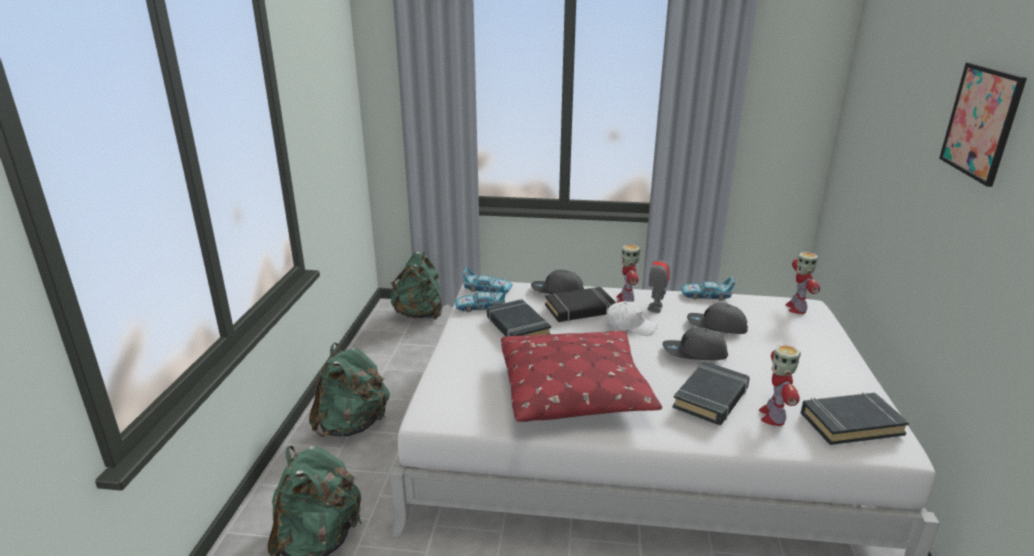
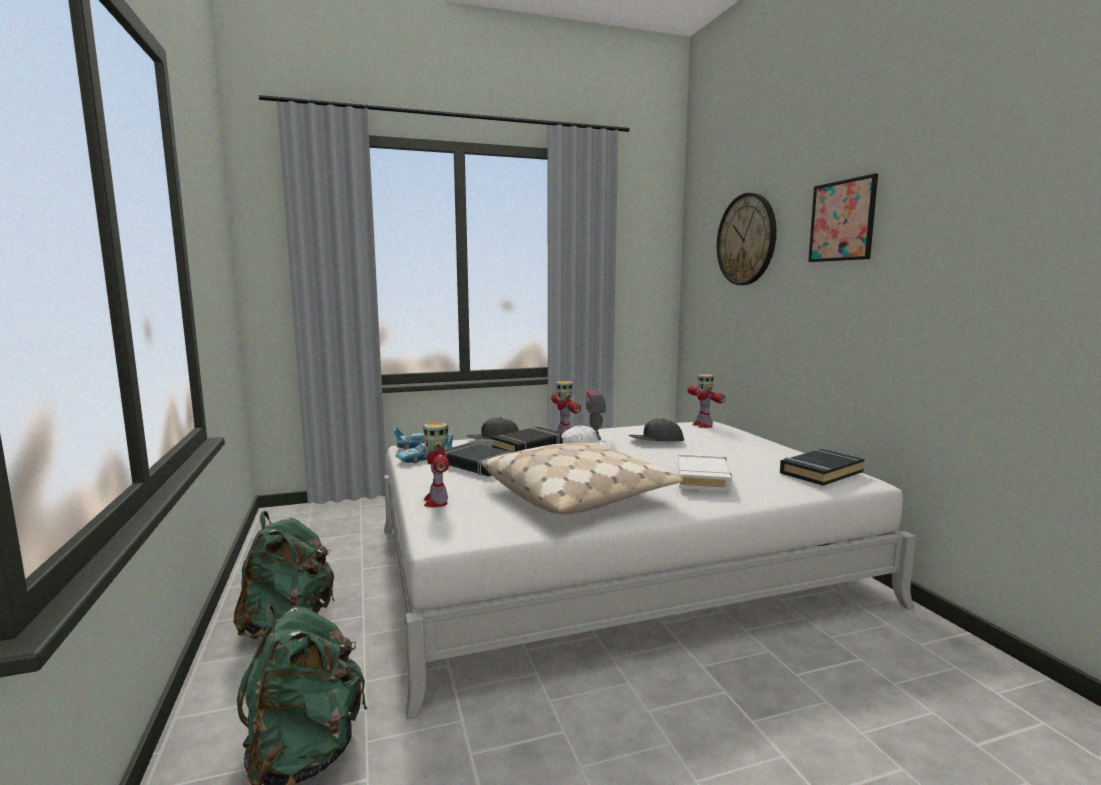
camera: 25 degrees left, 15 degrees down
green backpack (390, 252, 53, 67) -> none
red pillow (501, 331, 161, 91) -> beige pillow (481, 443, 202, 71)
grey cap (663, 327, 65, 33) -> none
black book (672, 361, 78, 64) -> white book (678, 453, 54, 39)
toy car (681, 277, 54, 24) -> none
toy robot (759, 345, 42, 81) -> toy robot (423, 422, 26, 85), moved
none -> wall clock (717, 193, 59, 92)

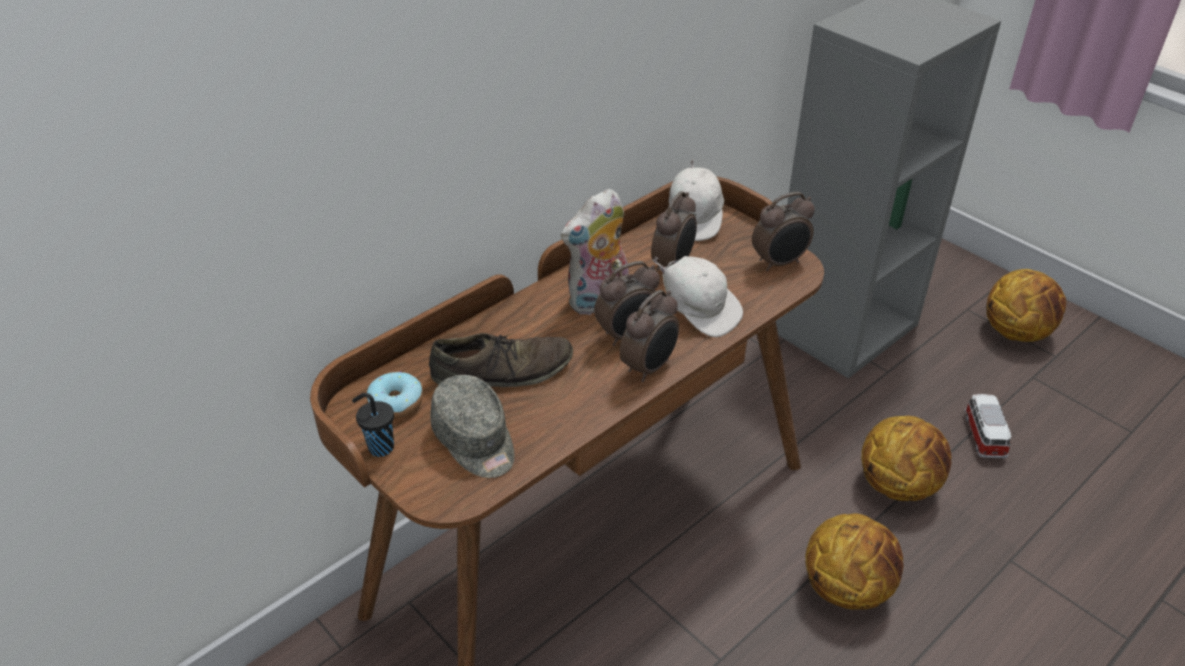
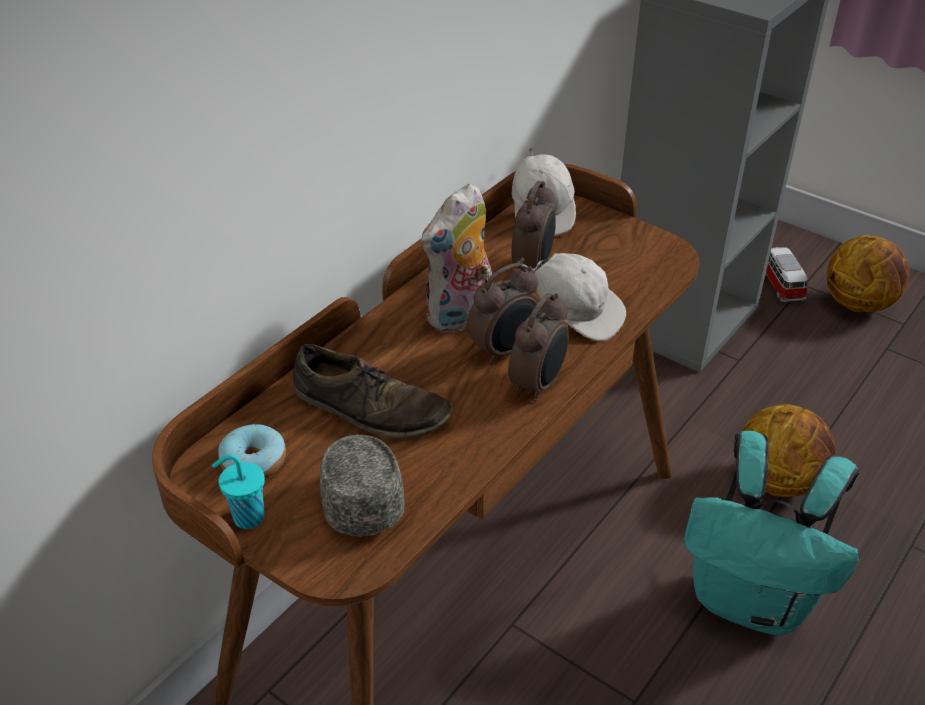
camera: 10 degrees left, 0 degrees up
black cup (352, 393, 42, 64) -> turquoise cup (212, 454, 53, 75)
brown shoe (429, 333, 144, 54) -> brown shoe (293, 344, 159, 94), 45 degrees clockwise
grey cap (430, 375, 85, 103) -> grey cap (320, 435, 85, 101), 150 degrees counterclockwise
alarm clock (752, 192, 63, 79) -> none
basketball (805, 513, 99, 97) -> turquoise backpack (684, 431, 176, 205)
toy car (964, 394, 47, 65) -> toy car (765, 247, 43, 56), moved

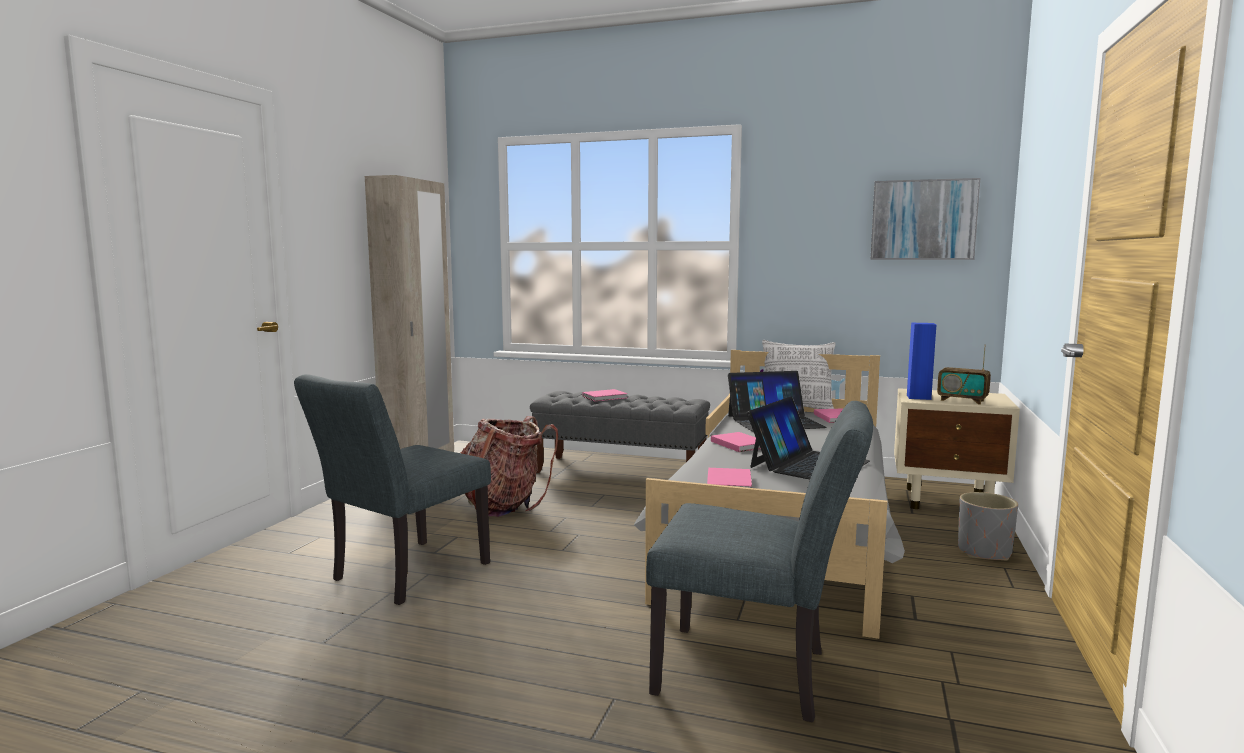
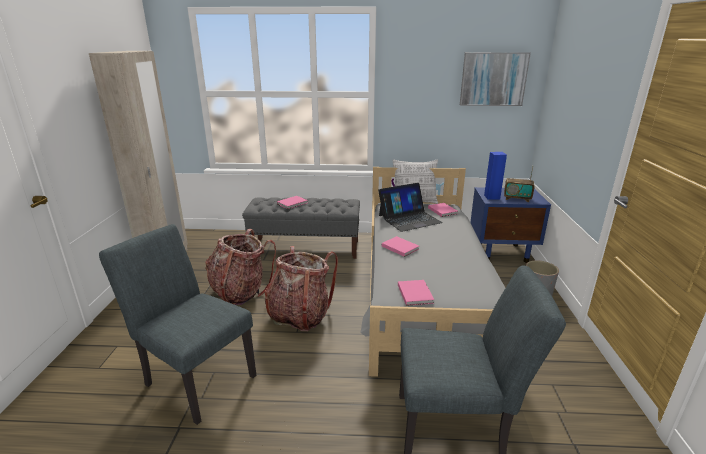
camera: 15 degrees left, 15 degrees up
grey chair (294, 374, 197, 231) -> grey chair (99, 224, 157, 201), 105 degrees clockwise
laptop (747, 397, 123, 82) -> none
beige nightstand (894, 388, 126, 121) -> blue nightstand (470, 187, 81, 76)
none -> backpack (265, 246, 73, 85)

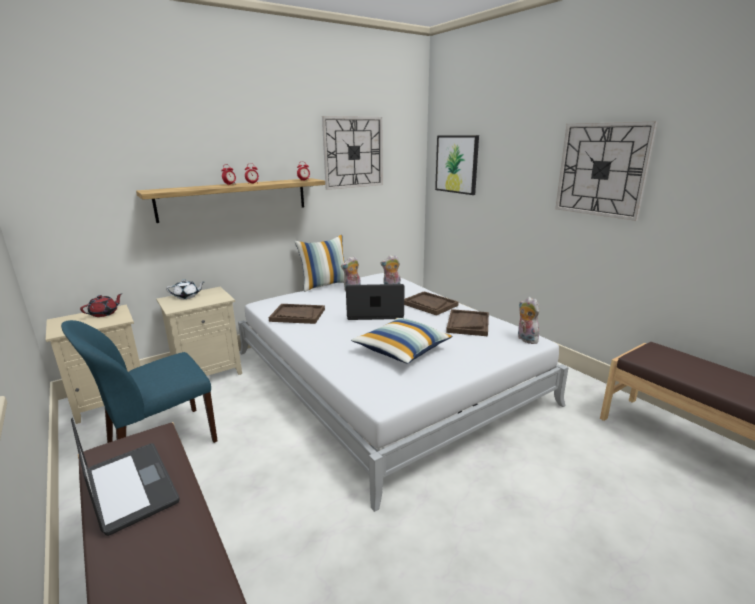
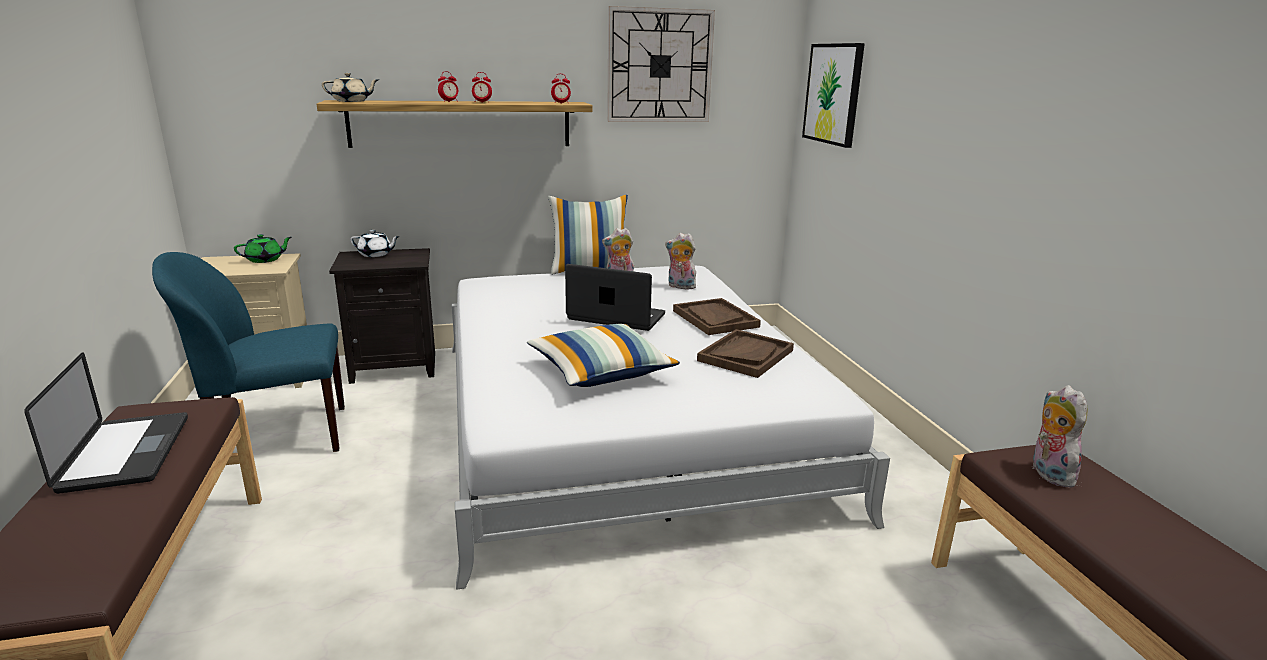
camera: 20 degrees right, 0 degrees up
red teapot (80, 293, 43, 24) -> green teapot (234, 234, 58, 29)
beige nightstand (156, 287, 86, 89) -> black nightstand (329, 248, 106, 136)
brown tray (269, 304, 56, 20) -> none
plush toy (518, 297, 21, 47) -> plush toy (1033, 385, 54, 103), moved
wall clock (555, 122, 103, 99) -> none
none -> beige teapot (322, 73, 56, 29)

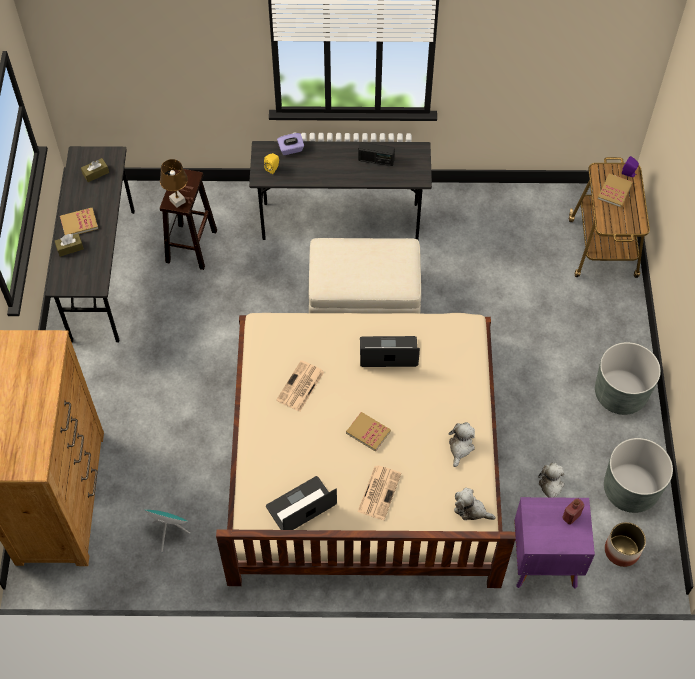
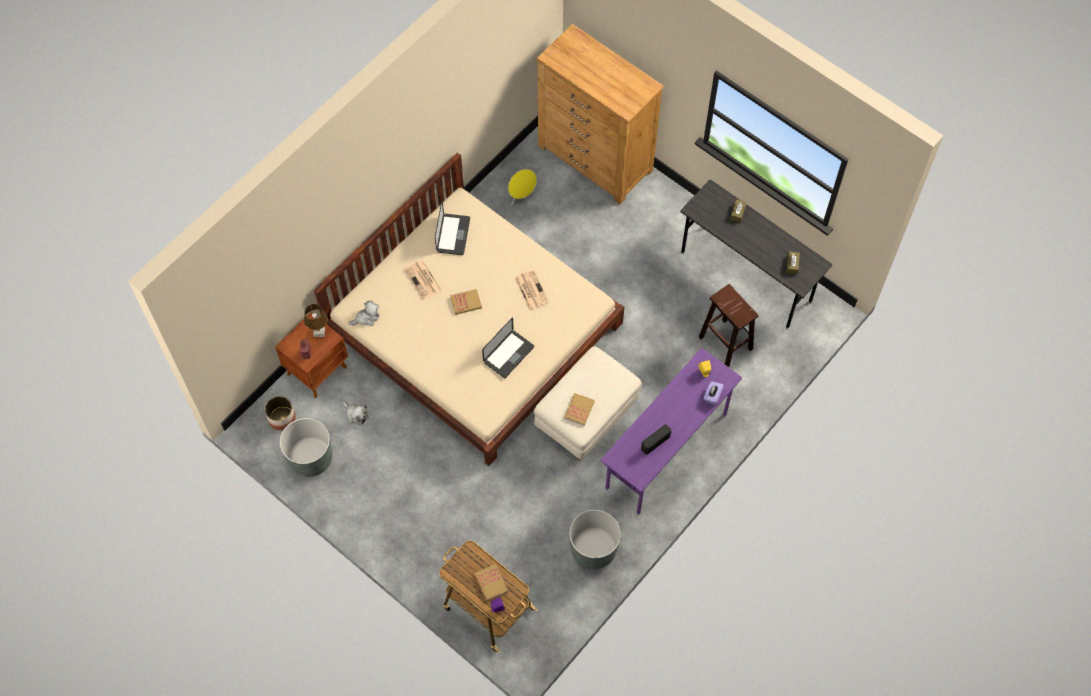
camera: 130 degrees right, 5 degrees up
book (60, 208, 38, 27) -> book (564, 393, 31, 33), moved
turquoise speaker (145, 510, 45, 42) -> yellow speaker (508, 169, 29, 37)
brown table lamp (160, 159, 28, 49) -> brown table lamp (304, 304, 24, 33), moved
grey desk (249, 141, 183, 99) -> purple desk (601, 348, 141, 166)
plush toy (448, 422, 27, 45) -> none
purple nightstand (514, 497, 81, 91) -> brown nightstand (275, 312, 73, 86)
grey planter (595, 342, 66, 73) -> grey planter (569, 509, 52, 60), moved

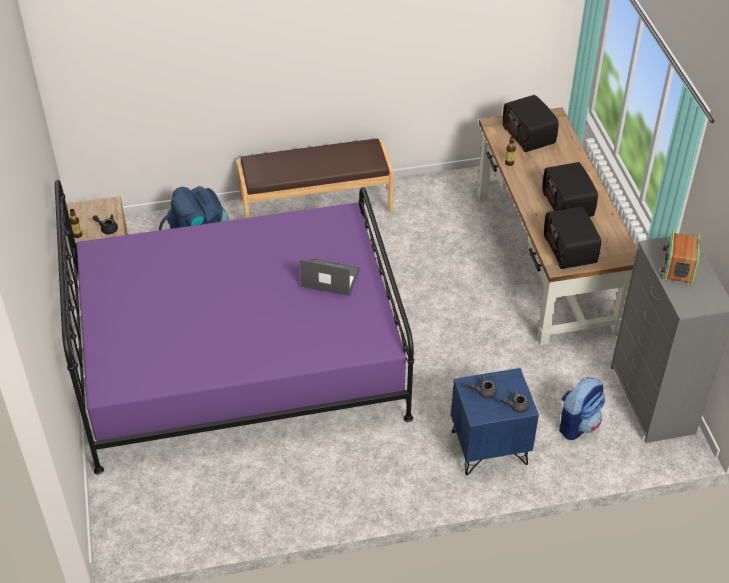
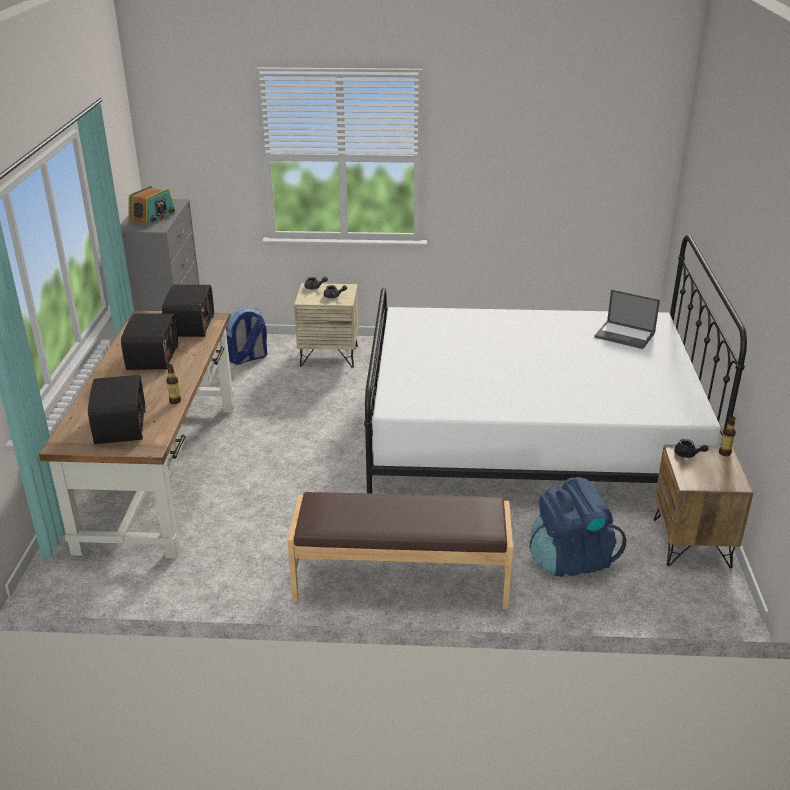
camera: 165 degrees left, 15 degrees down
purple bed (55, 180, 359, 294) -> white bed (364, 235, 383, 259)
laptop (300, 258, 60, 38) -> laptop (594, 290, 66, 59), moved
blue nightstand (451, 368, 88, 107) -> beige nightstand (294, 283, 65, 85)

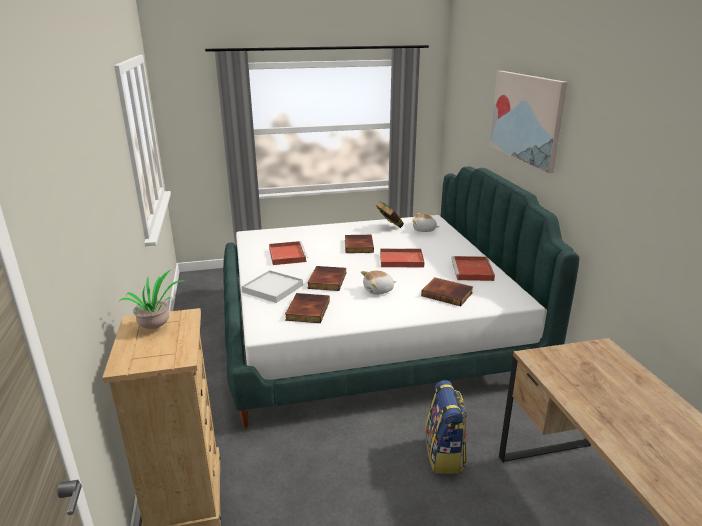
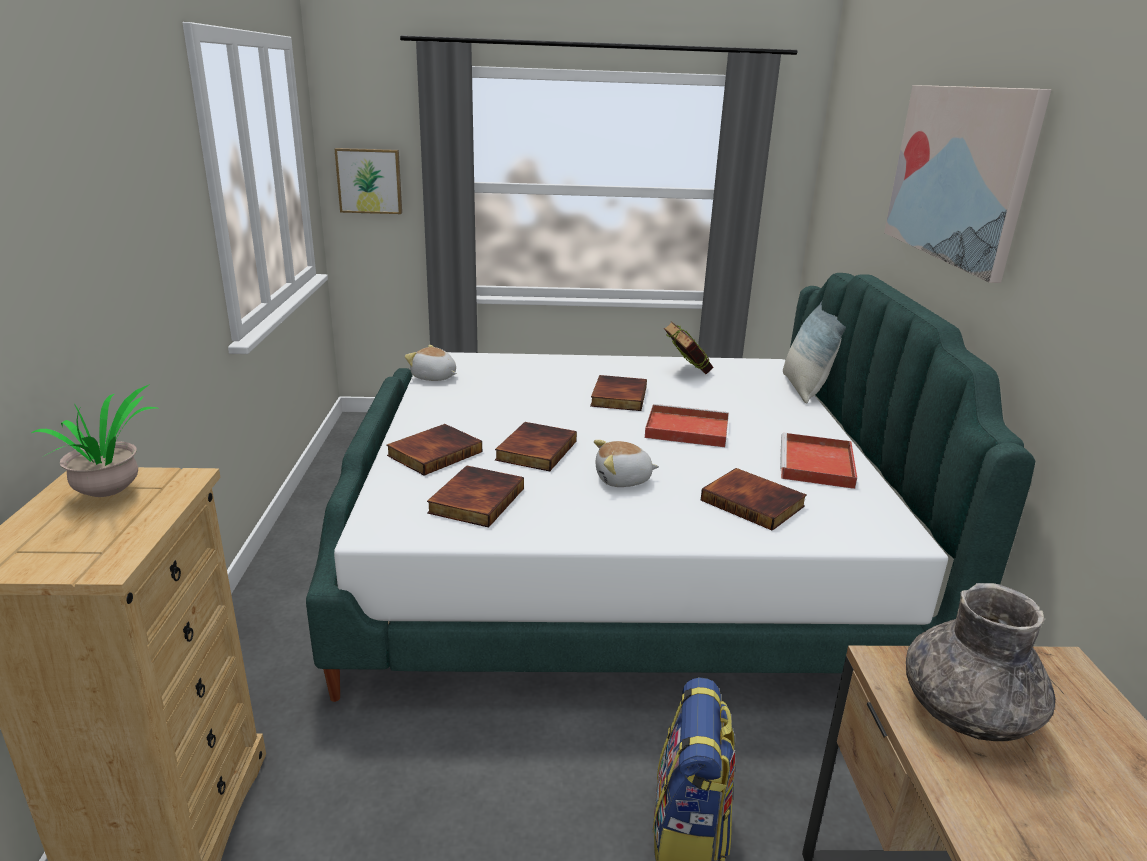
camera: 10 degrees right, 0 degrees up
white tray (241, 270, 62, 33) -> book (386, 424, 96, 51)
red tray (269, 241, 39, 24) -> none
plush toy (412, 213, 28, 19) -> plush toy (405, 345, 52, 36), moved
none -> picture (335, 148, 67, 66)
none -> pillow (783, 301, 63, 103)
none -> grey vase (906, 583, 149, 158)

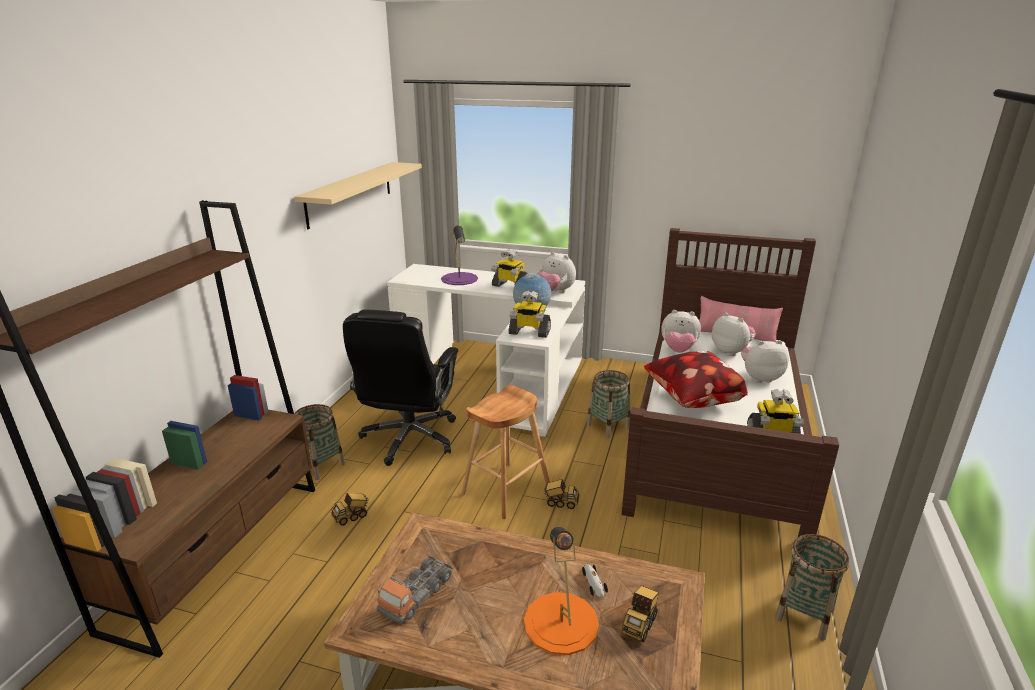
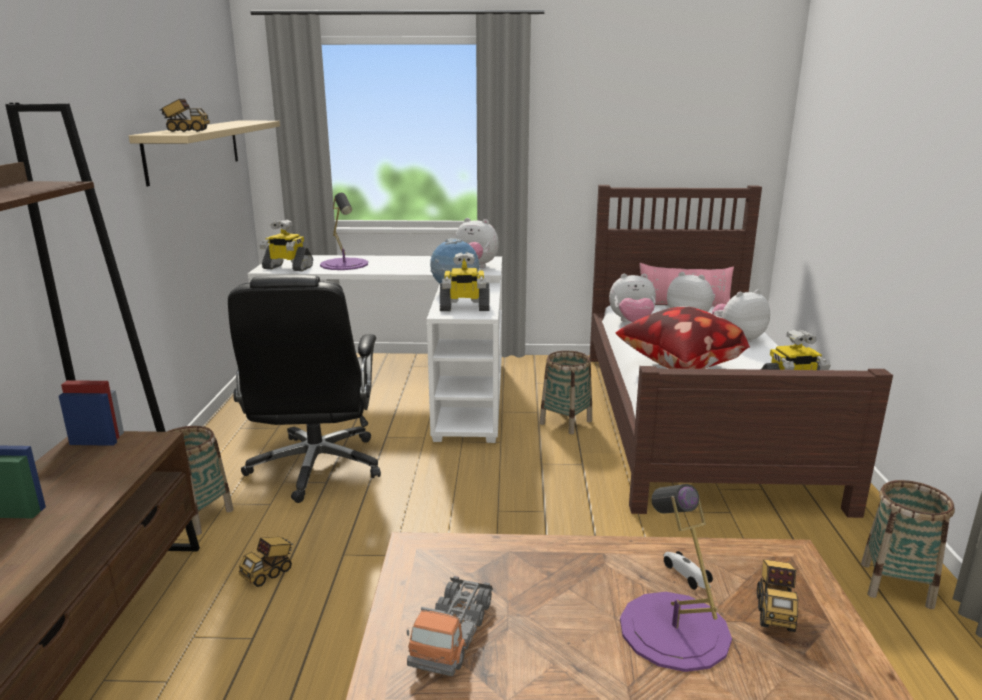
camera: 15 degrees left, 5 degrees down
brown stool (461, 385, 89, 134) -> none
toy robot (491, 249, 37, 38) -> toy robot (259, 220, 54, 51), moved
orange table lamp (524, 527, 75, 128) -> purple table lamp (620, 484, 112, 188)
toy truck (544, 479, 35, 30) -> toy truck (160, 99, 50, 33), moved

